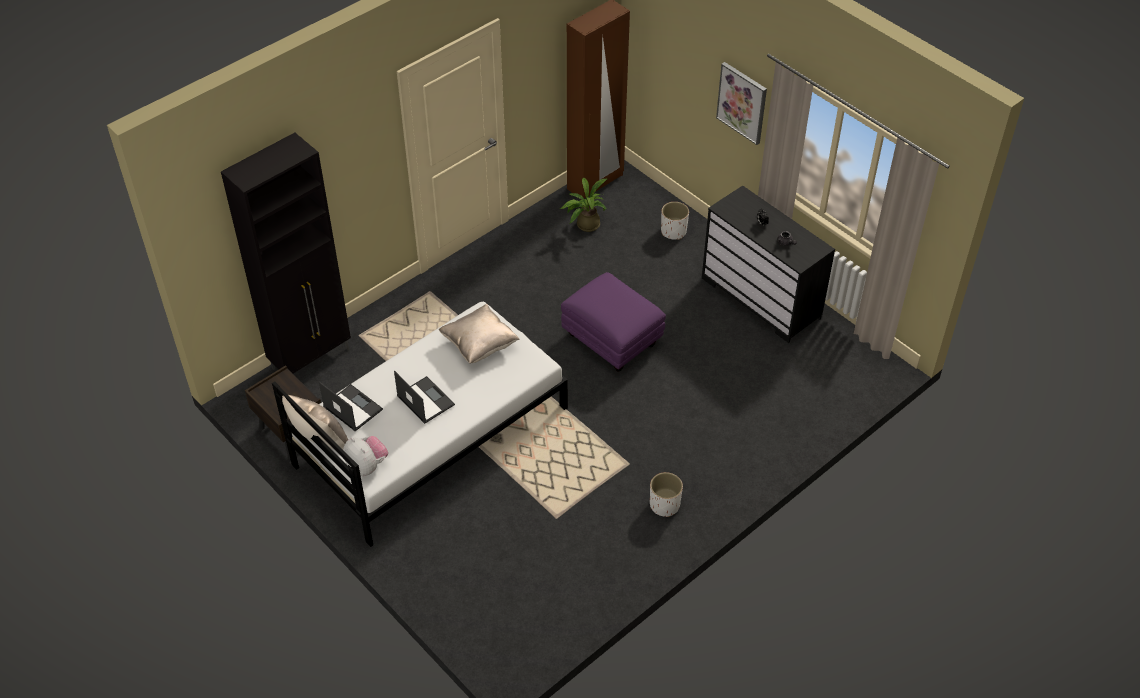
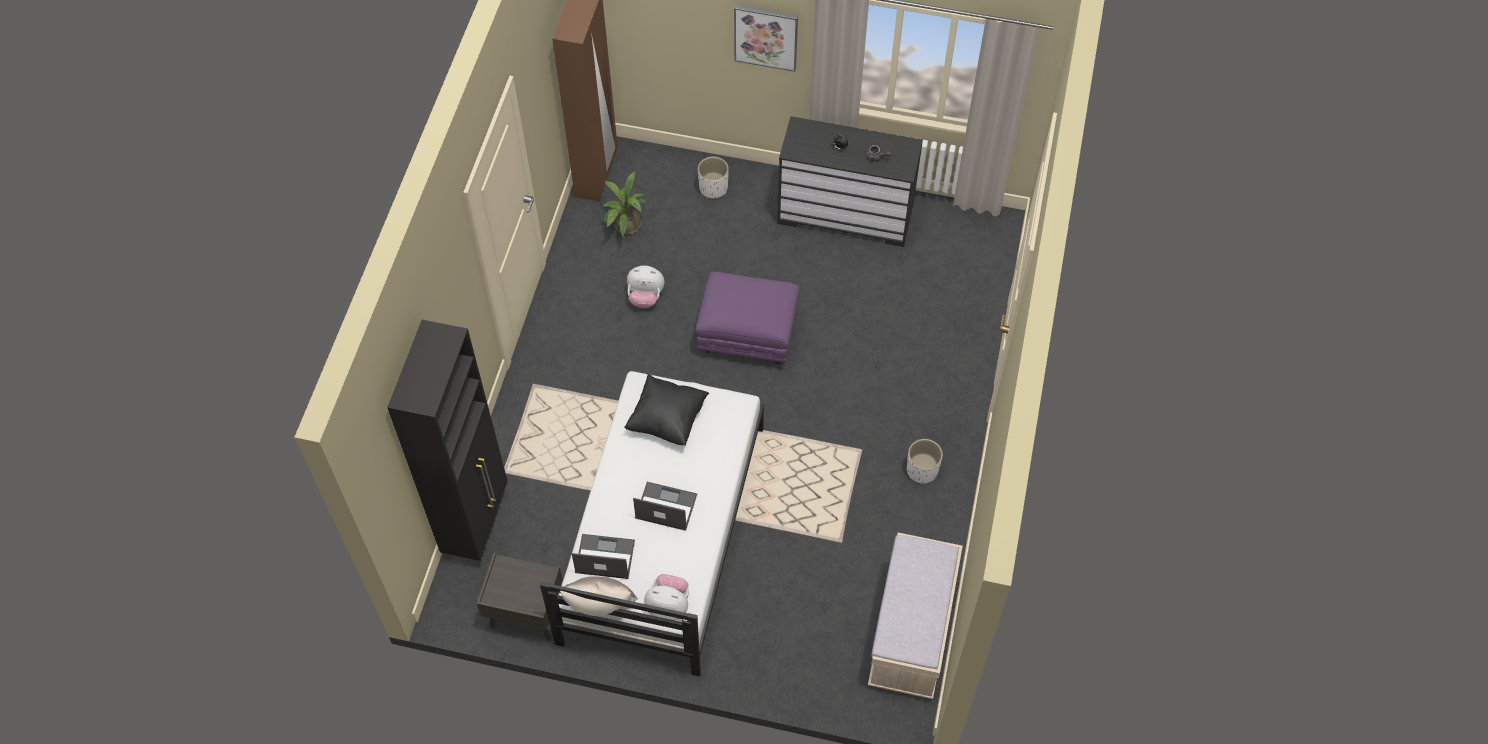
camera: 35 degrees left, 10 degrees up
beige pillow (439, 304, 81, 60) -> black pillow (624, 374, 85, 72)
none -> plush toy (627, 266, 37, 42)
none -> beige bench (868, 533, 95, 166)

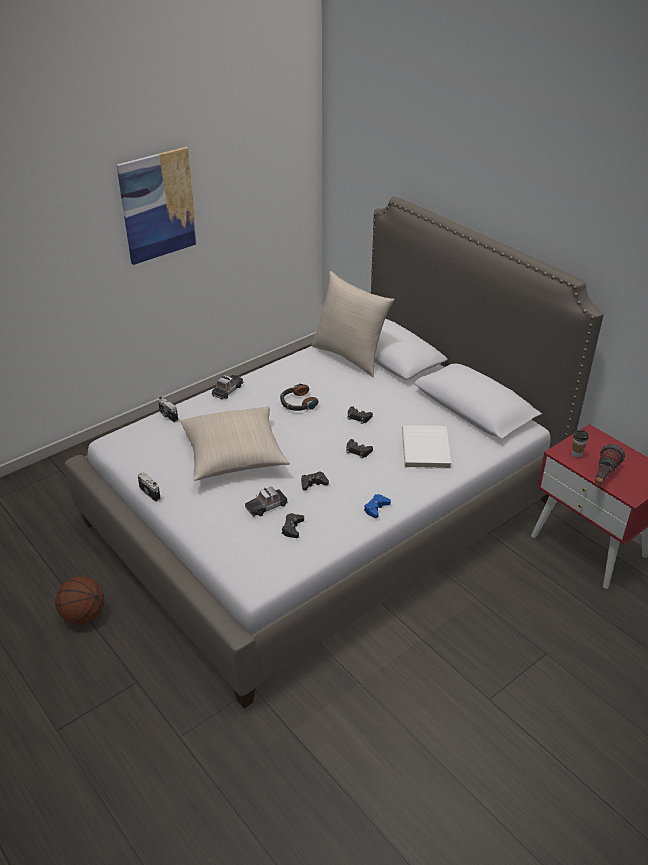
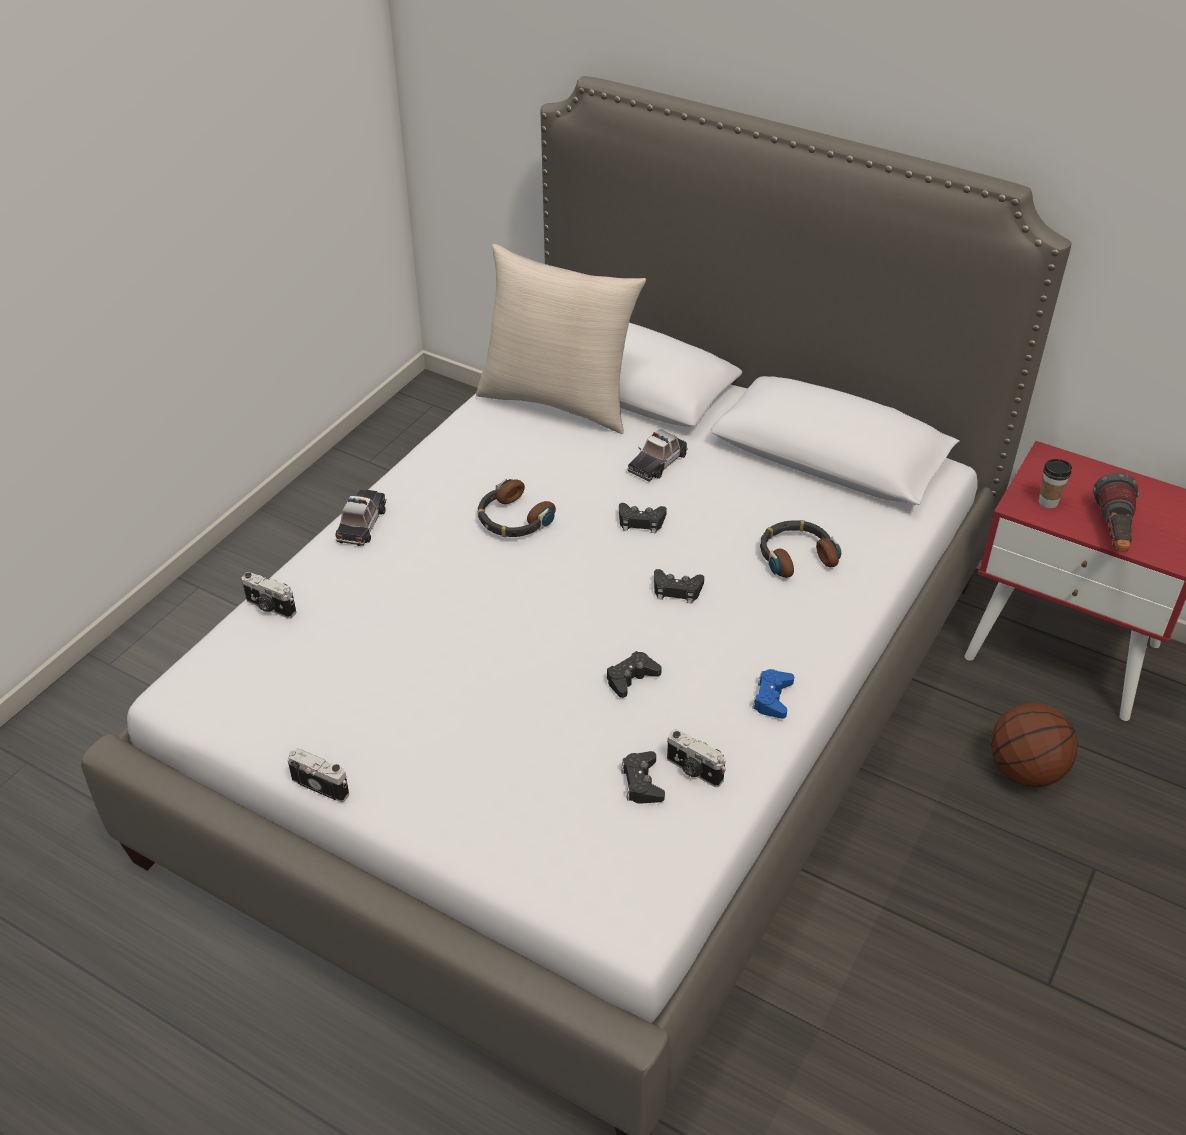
camera: 20 degrees left, 5 degrees up
basketball (55, 576, 49, 49) -> basketball (991, 703, 87, 84), moved
picture (116, 147, 81, 118) -> none
beige pillow (180, 406, 110, 75) -> none
toy car (245, 487, 43, 30) -> toy car (627, 429, 61, 53), moved
white book (402, 425, 49, 44) -> headphones (760, 520, 81, 58)
none -> photo camera (667, 729, 59, 58)

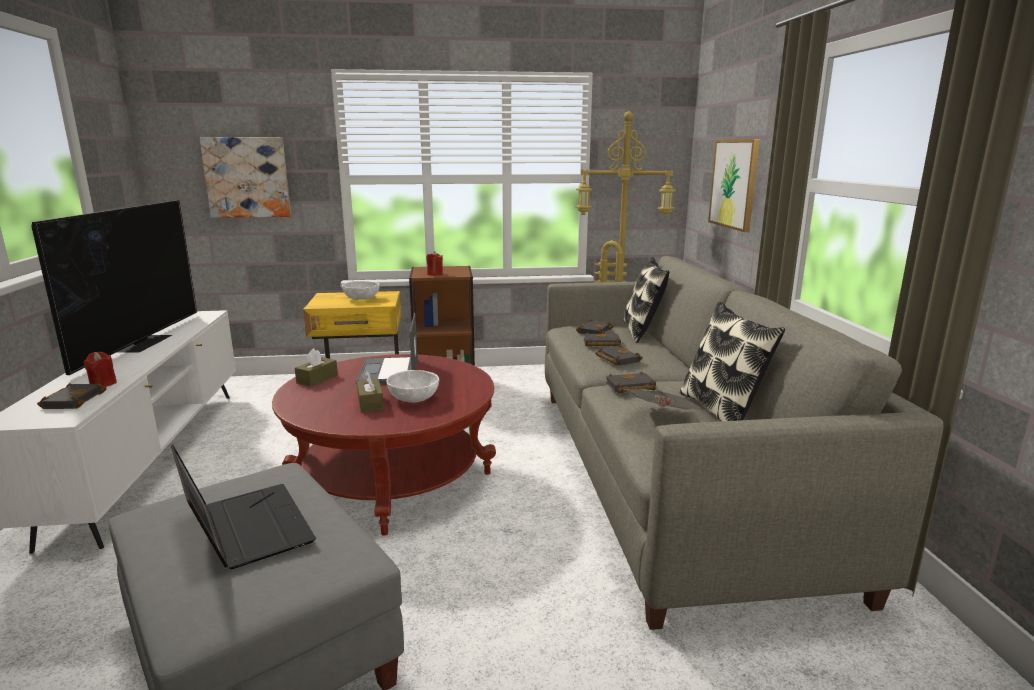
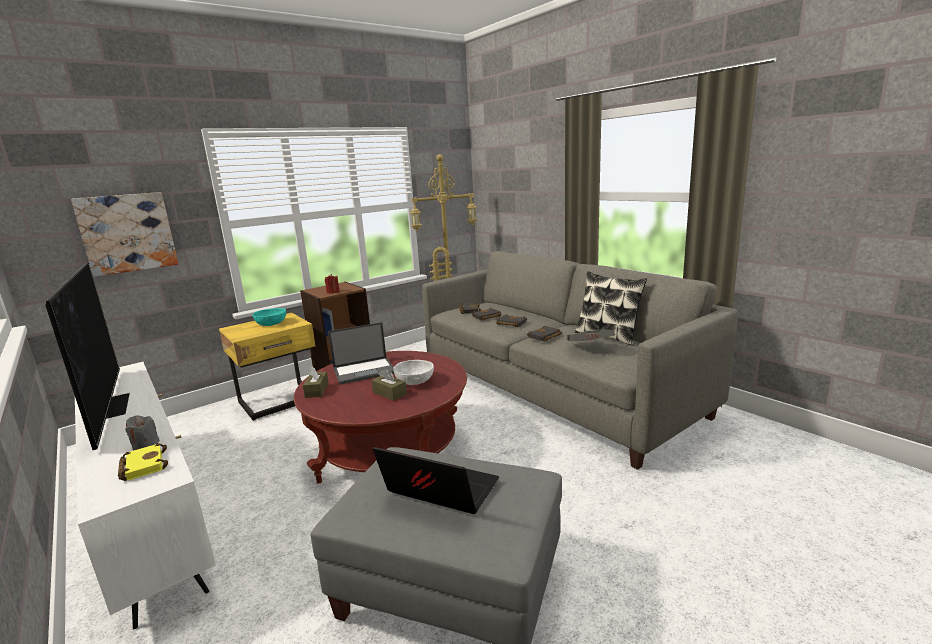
camera: 30 degrees left, 0 degrees up
black book (37, 383, 70, 26) -> yellow book (118, 443, 50, 38)
red candle (84, 352, 33, 35) -> grey candle (125, 415, 35, 36)
white bowl (342, 281, 38, 19) -> turquoise bowl (252, 308, 34, 18)
laptop (356, 313, 62, 72) -> laptop (328, 322, 66, 63), 75 degrees counterclockwise
pillow (624, 257, 46, 86) -> none
picture (708, 139, 52, 93) -> none

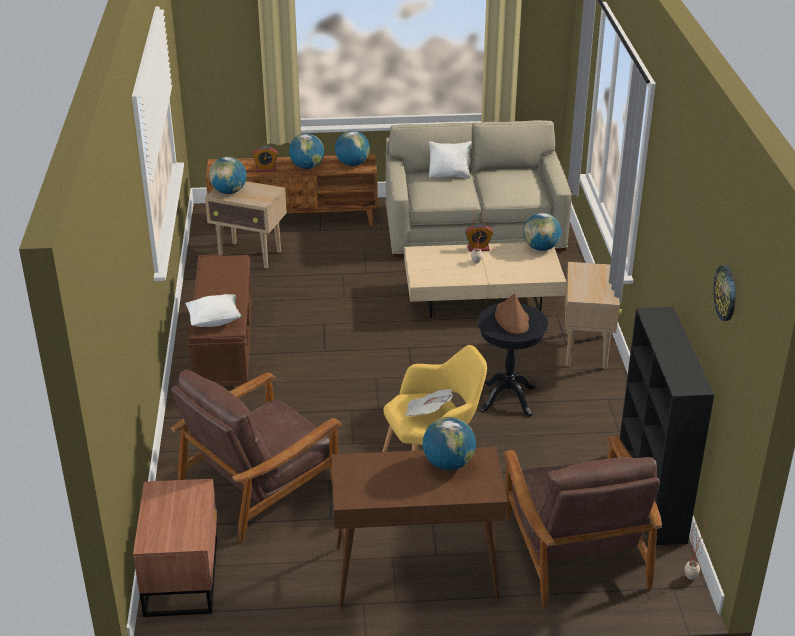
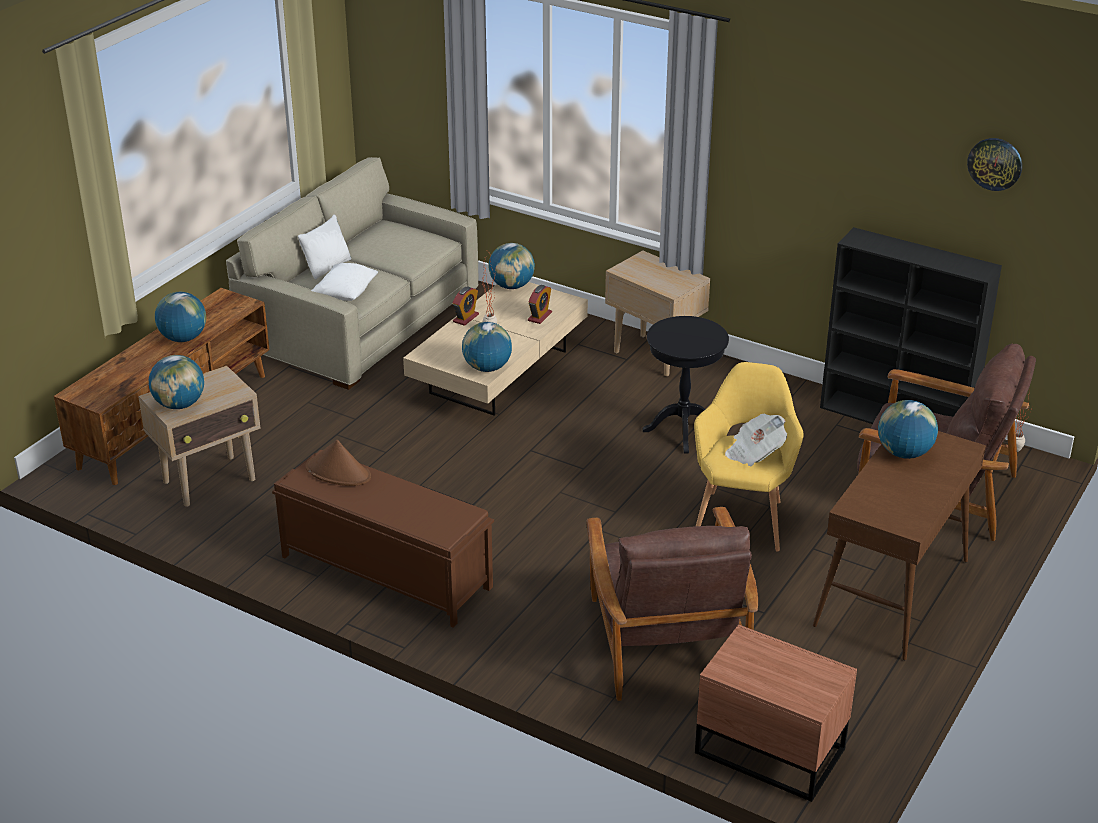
camera: 55 degrees left, 0 degrees up
white pillow (185, 294, 57, 33) -> white pillow (311, 263, 67, 38), moved
alarm clock (252, 146, 26, 27) -> alarm clock (528, 285, 24, 39), moved
globe (335, 131, 35, 35) -> globe (462, 322, 50, 50), moved
brown hat (495, 293, 34, 41) -> brown hat (306, 440, 65, 46), moved

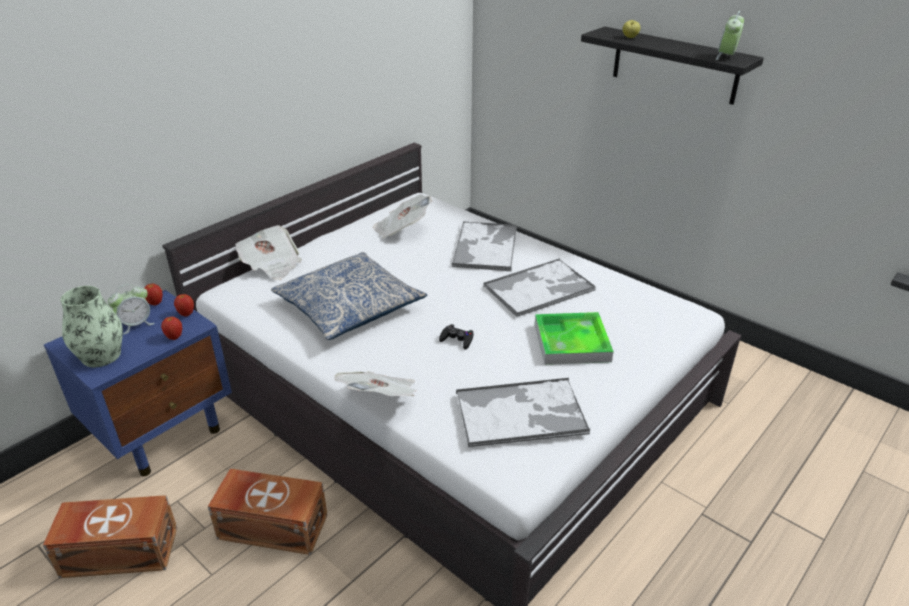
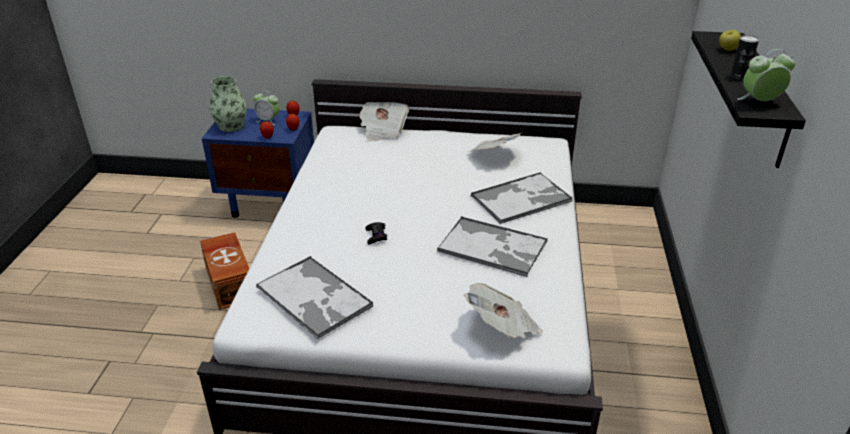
camera: 55 degrees right, 0 degrees up
brown storage box (43, 495, 134, 83) -> none
pillow (271, 252, 156, 88) -> none
newspaper (335, 371, 81, 25) -> newspaper (464, 283, 79, 55), moved
tray (535, 312, 79, 53) -> none
none -> can (731, 35, 28, 44)

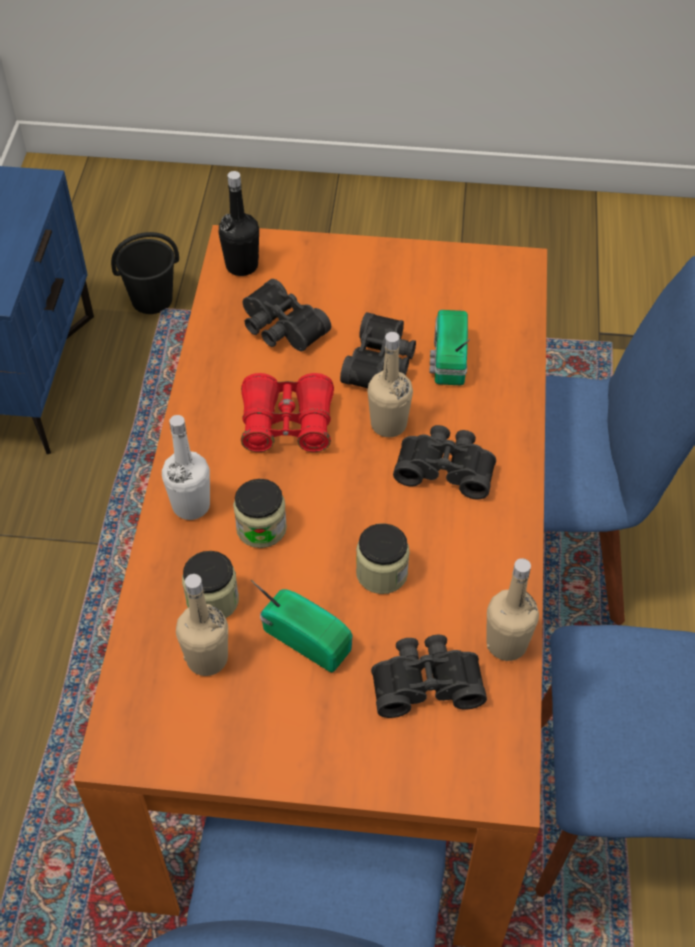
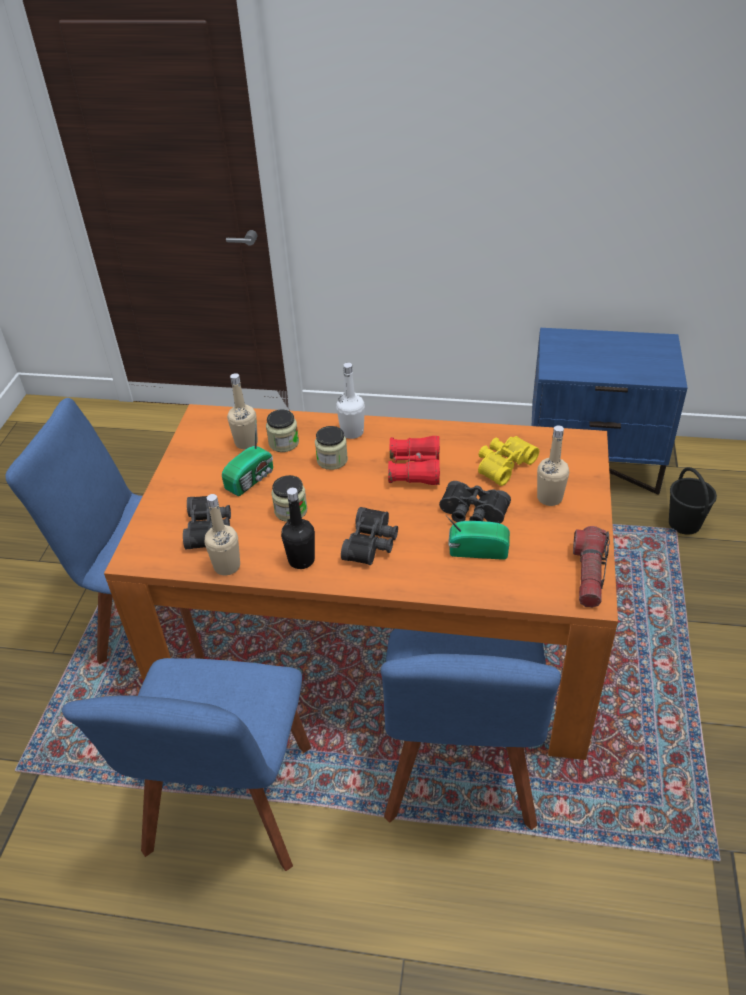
camera: 95 degrees right, 10 degrees down
black bottle (218, 171, 41, 105) -> black bottle (281, 488, 34, 81), moved
black binoculars (243, 279, 88, 72) -> yellow binoculars (478, 436, 61, 50)
beige bottle (368, 332, 45, 105) -> beige bottle (537, 426, 32, 80), moved
none -> flashlight (573, 526, 37, 82)

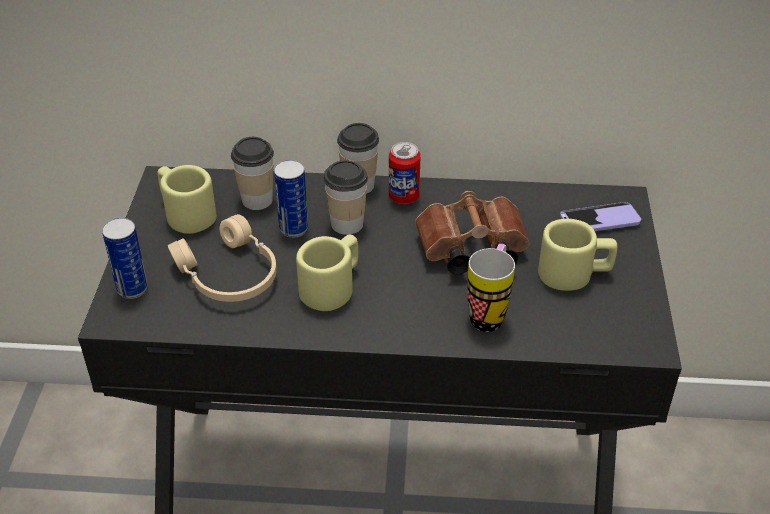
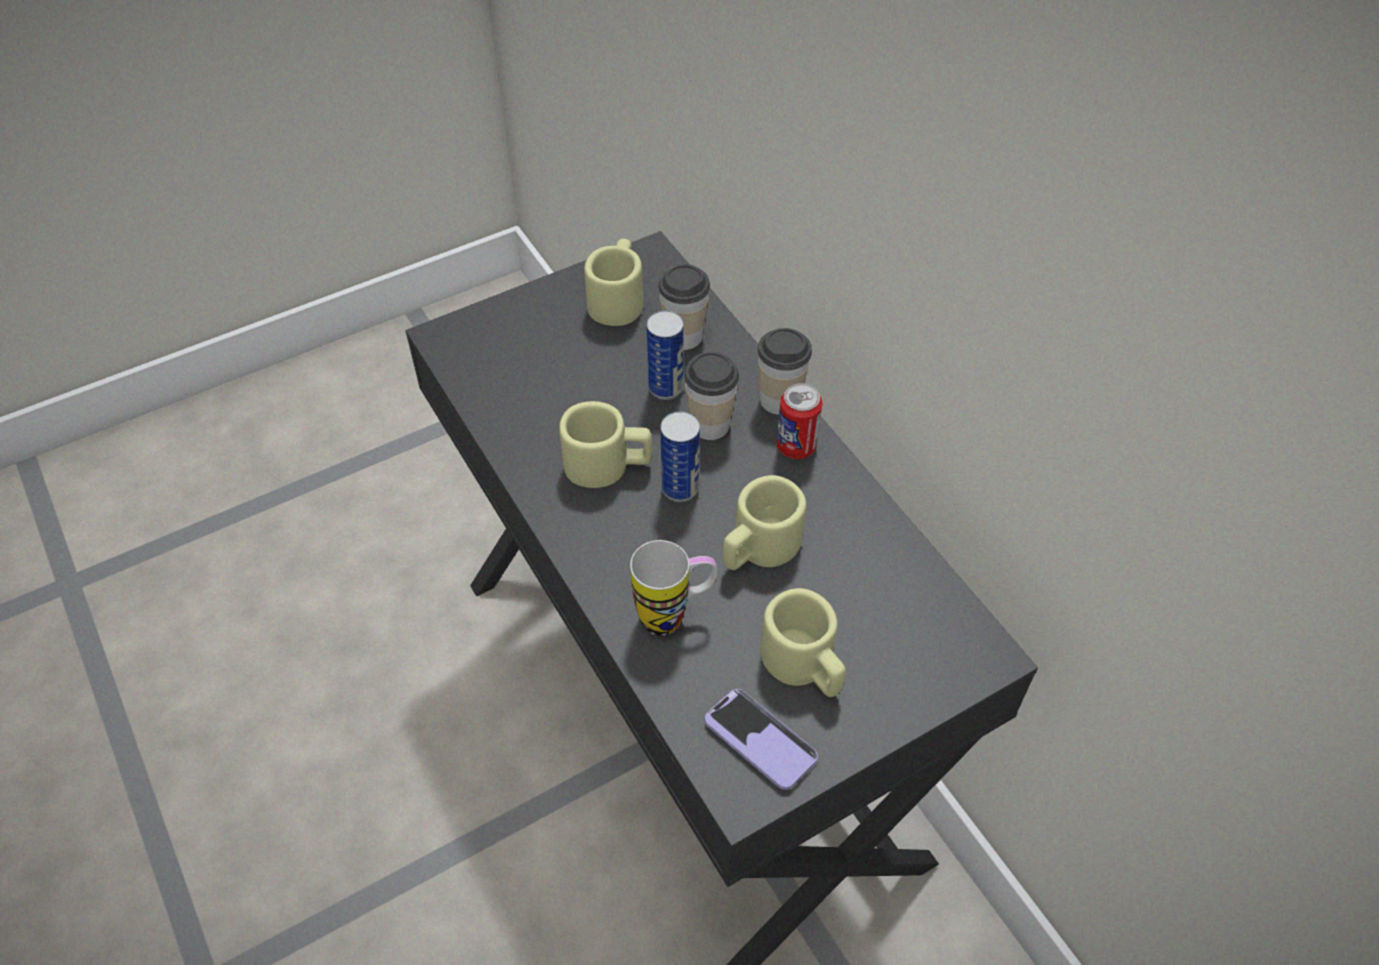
camera: 55 degrees right, 10 degrees up
can (102, 218, 46, 81) -> can (660, 411, 40, 91), moved
beige headphones (168, 214, 109, 88) -> none
brown binoculars (415, 191, 115, 83) -> beige mug (723, 475, 83, 95)
phone (560, 202, 81, 29) -> phone (704, 689, 114, 101), moved

